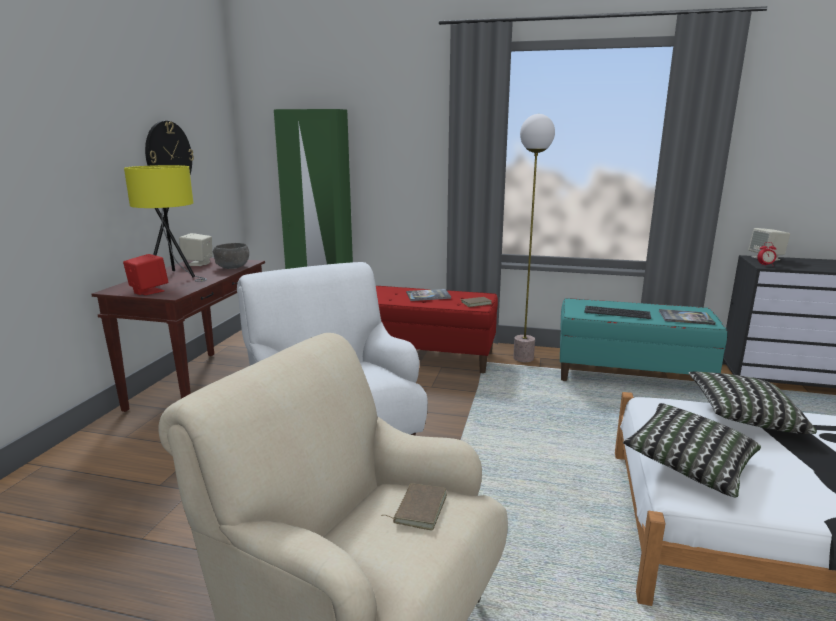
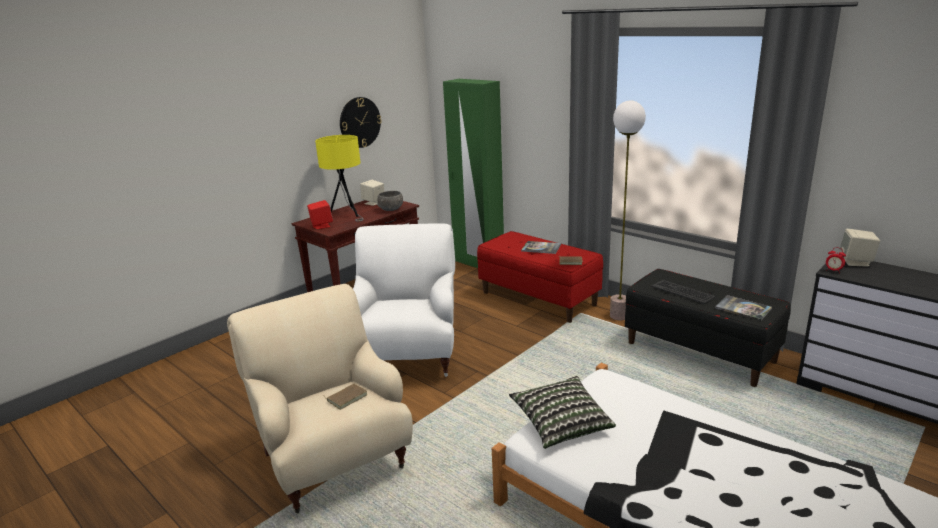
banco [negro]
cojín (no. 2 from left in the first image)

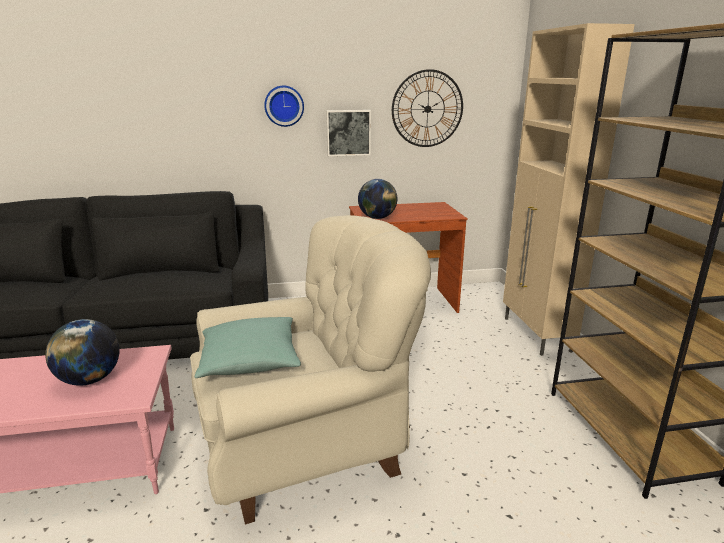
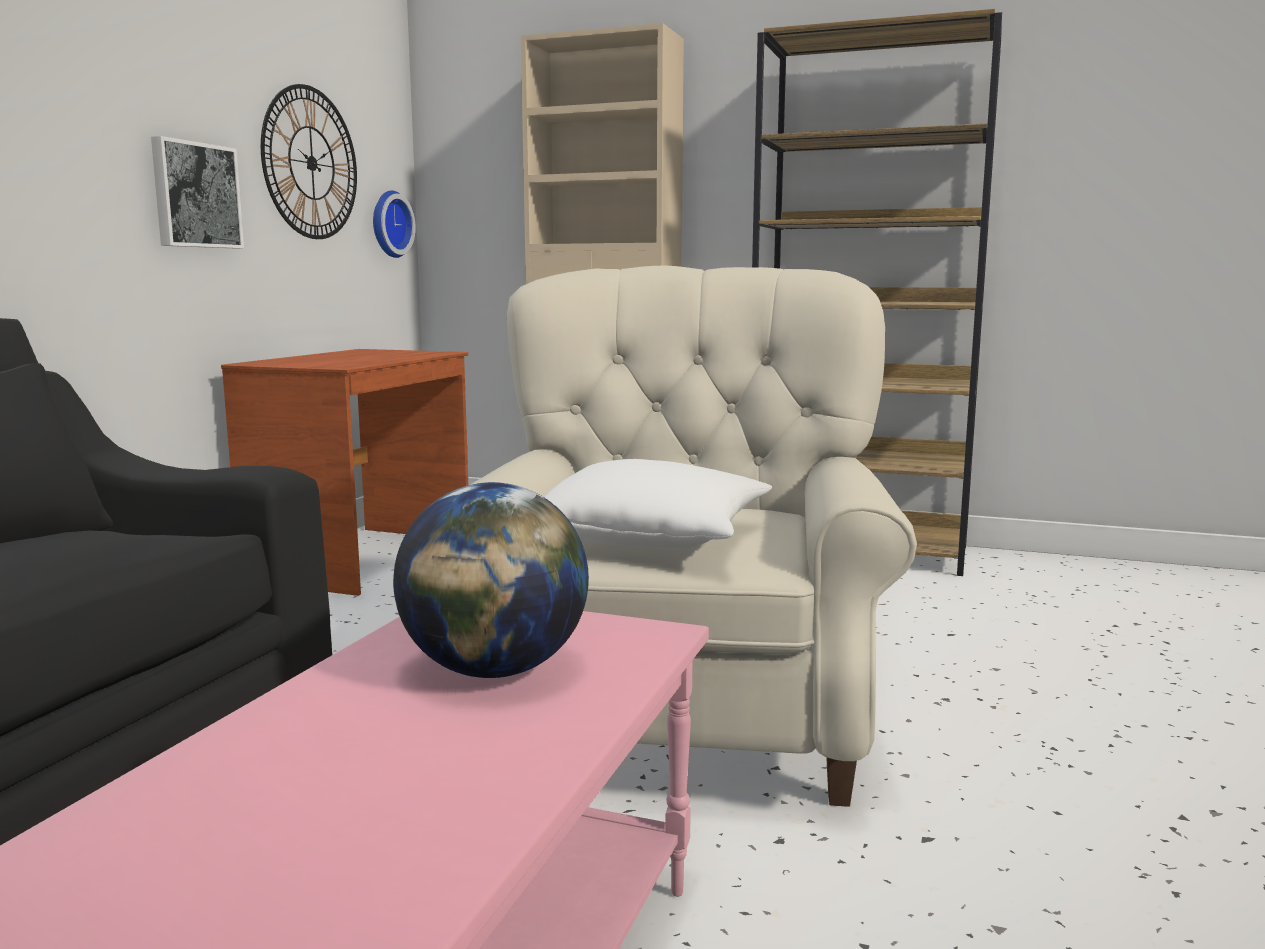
reloj de pared (no. 2 from left)
globo terráqueo (no. 2 from left in the first image)
cojín [blanco]

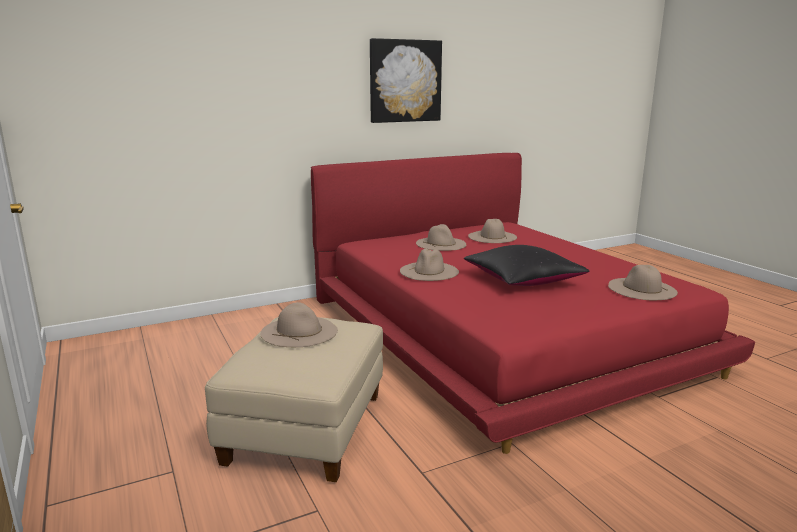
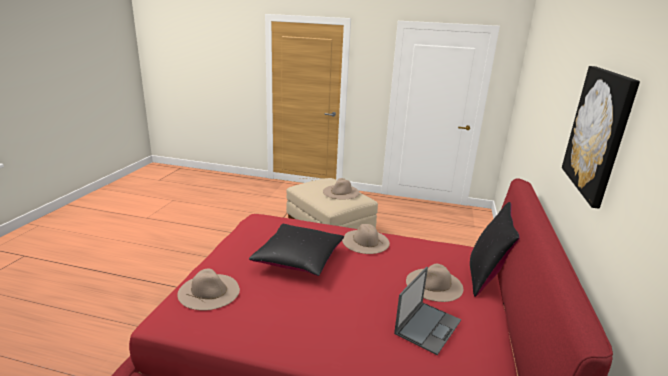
portátil
cojín [negro] (no. 2 from left)

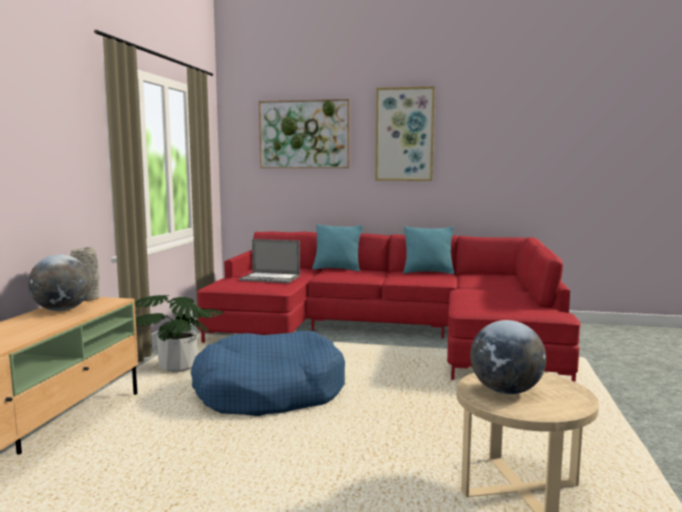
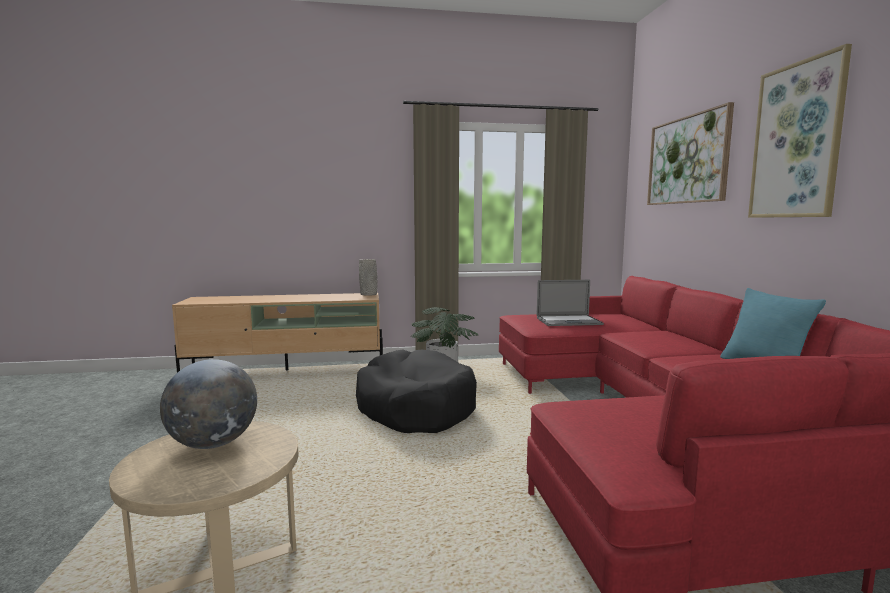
cojín [turquesa] (no. 1 from left in the first image)
portátil
globo terráqueo (no. 1 from left in the first image)
cama para perro [negro]

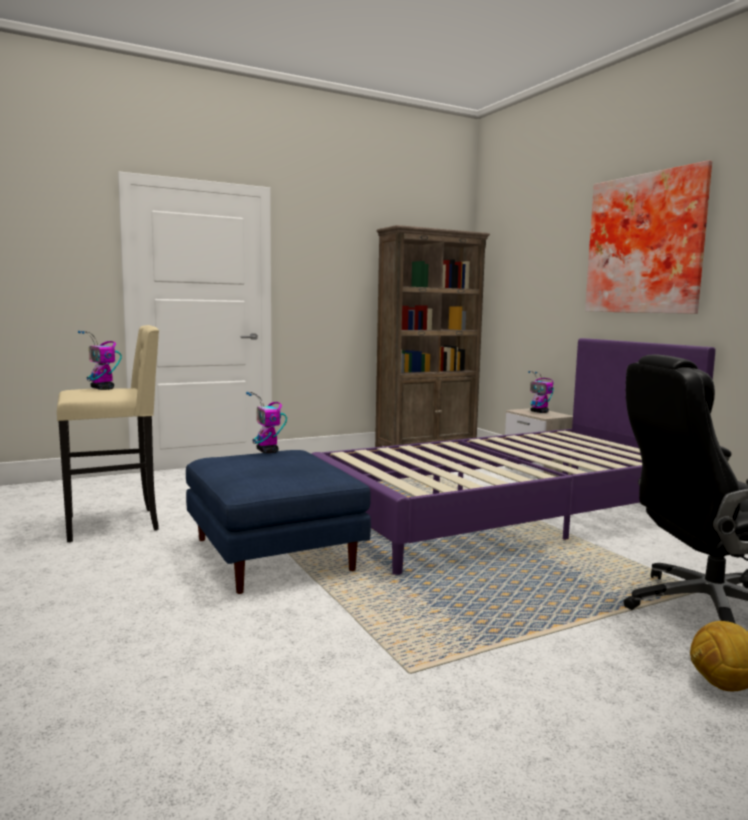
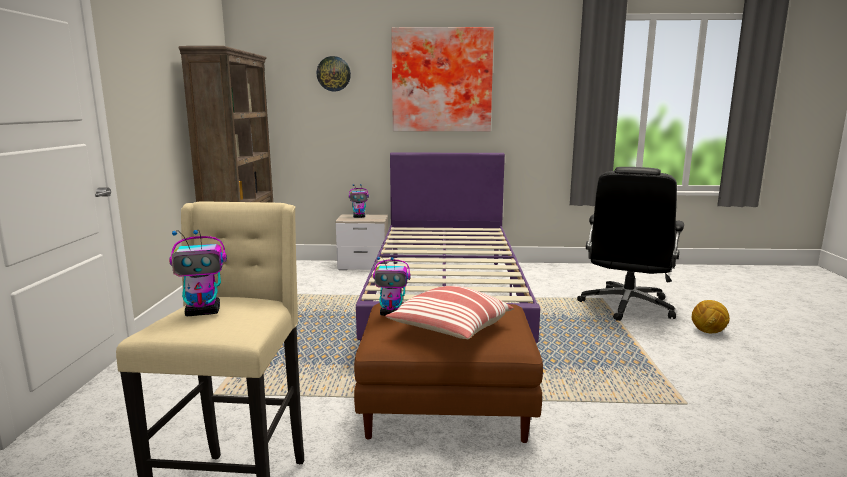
puf [marrón]
reloj de pared
cojín

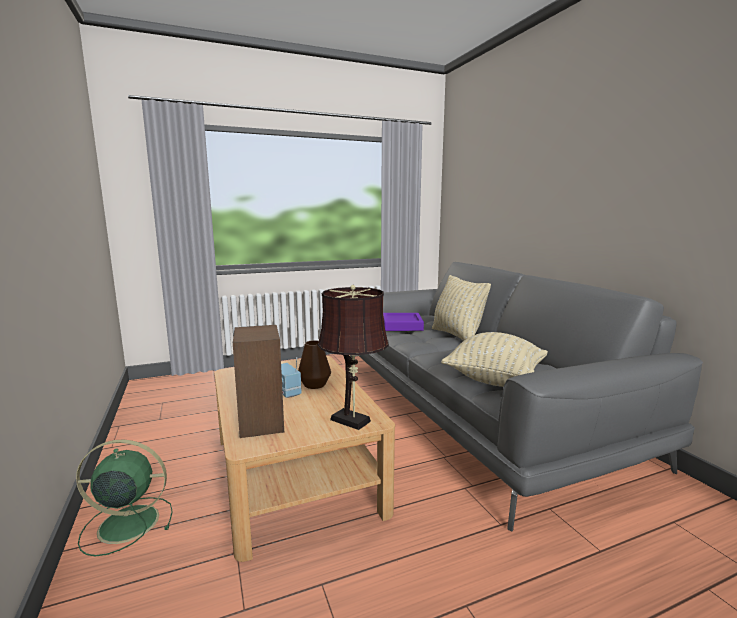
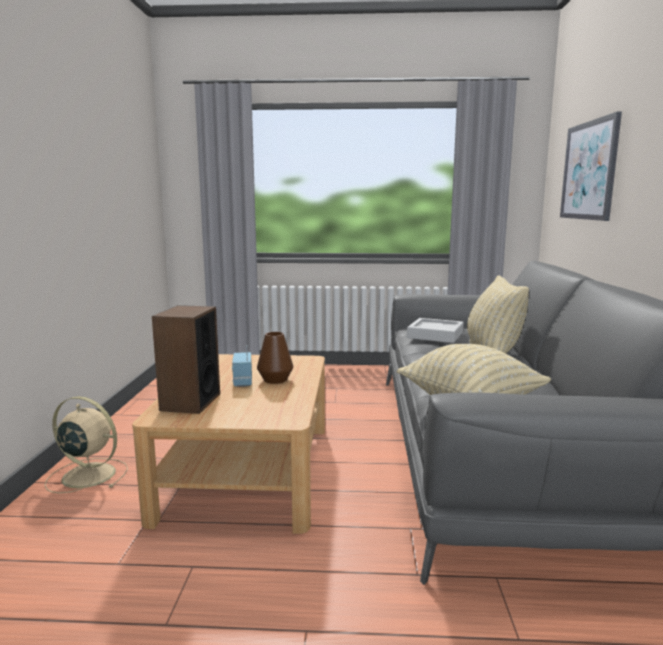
lámpara de mesa [marrón]
bandeja [gris]
ventilador [beis]
cuadro

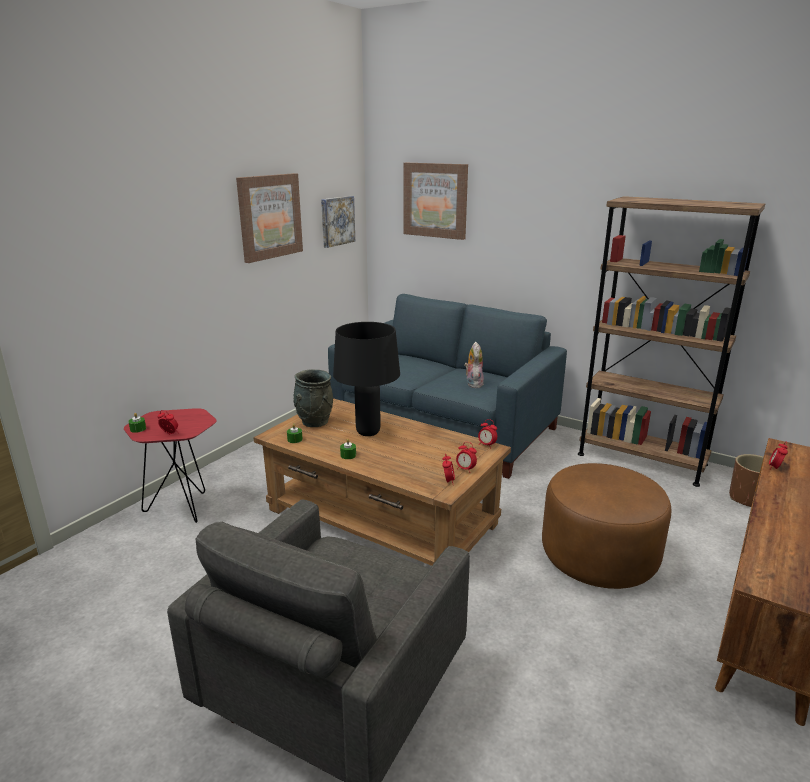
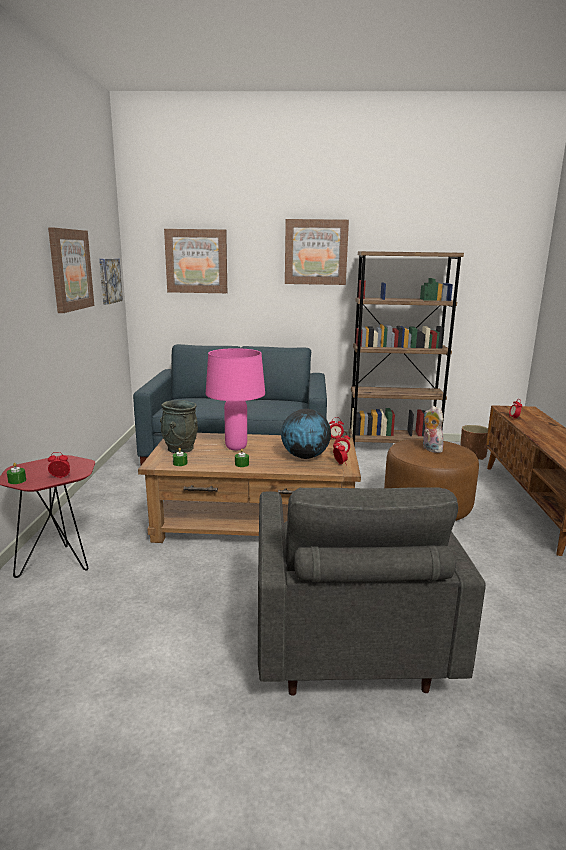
lámpara de mesa [rosa]
peluche
cuadro (no. 4 from left)
globo terráqueo

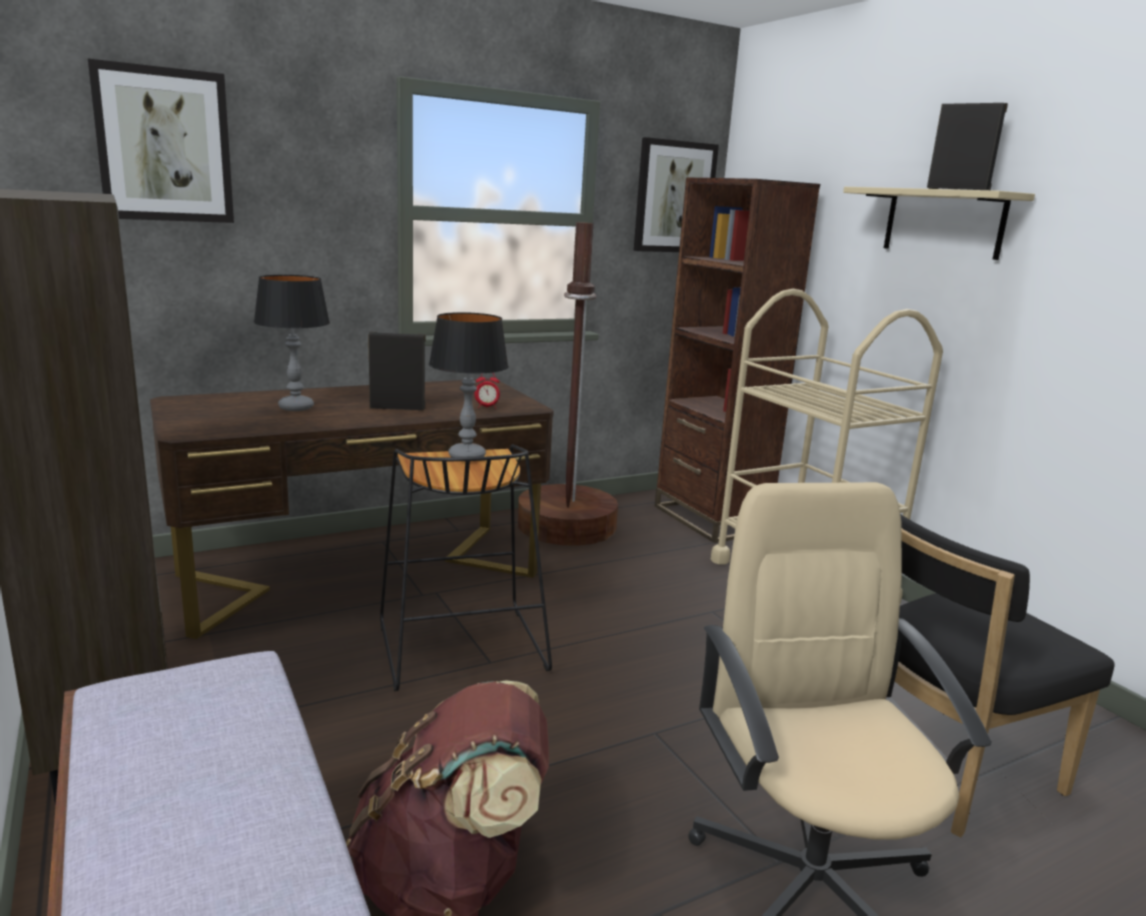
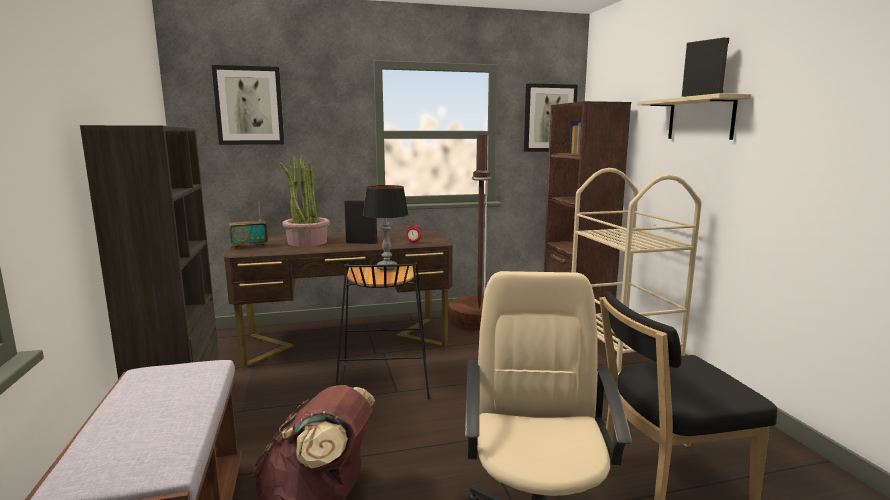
planta en maceta
radio

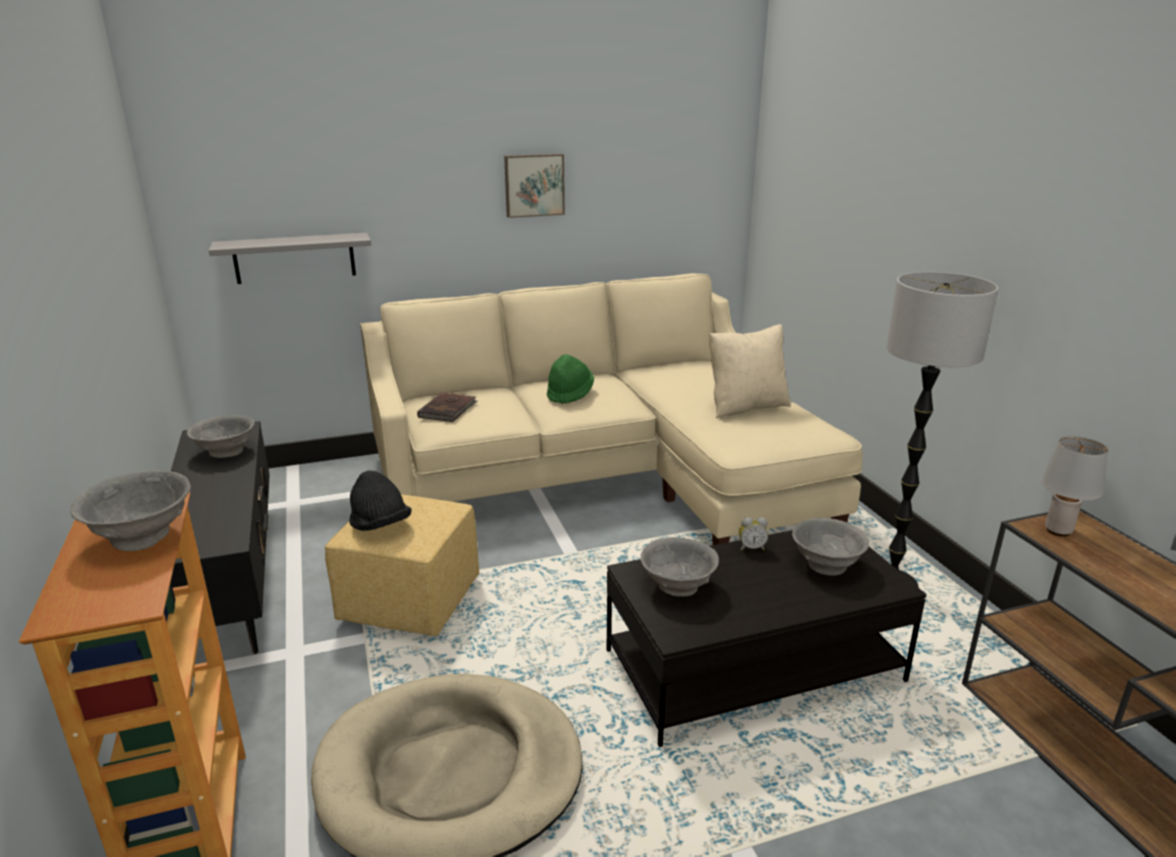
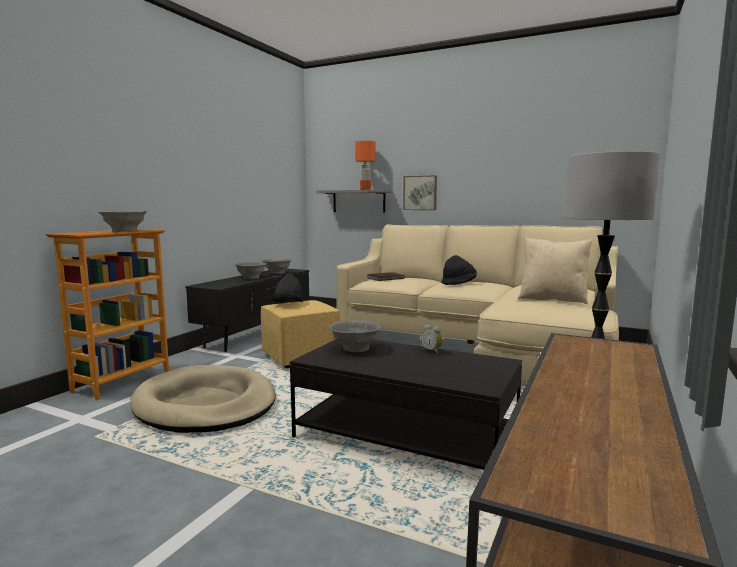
cuadro
sombrero [negro] (no. 2 from left)
lámpara de mesa [gris]
cuenco [gris] (no. 2 from left)
lámpara de mesa [naranja]

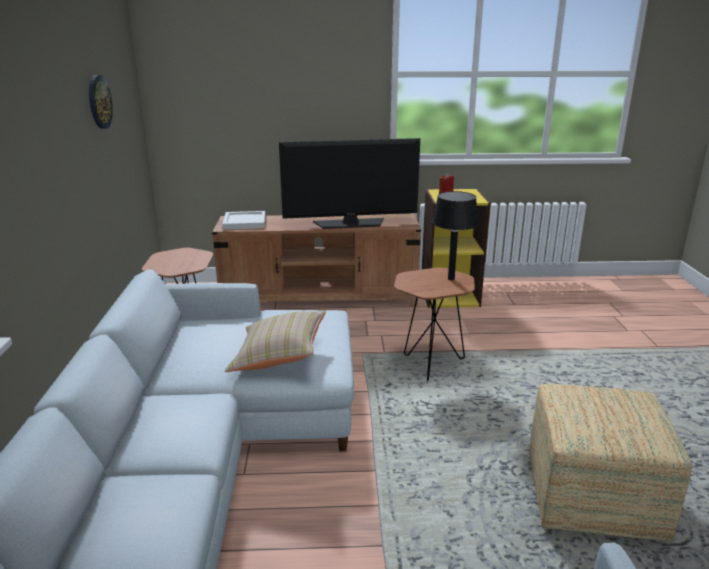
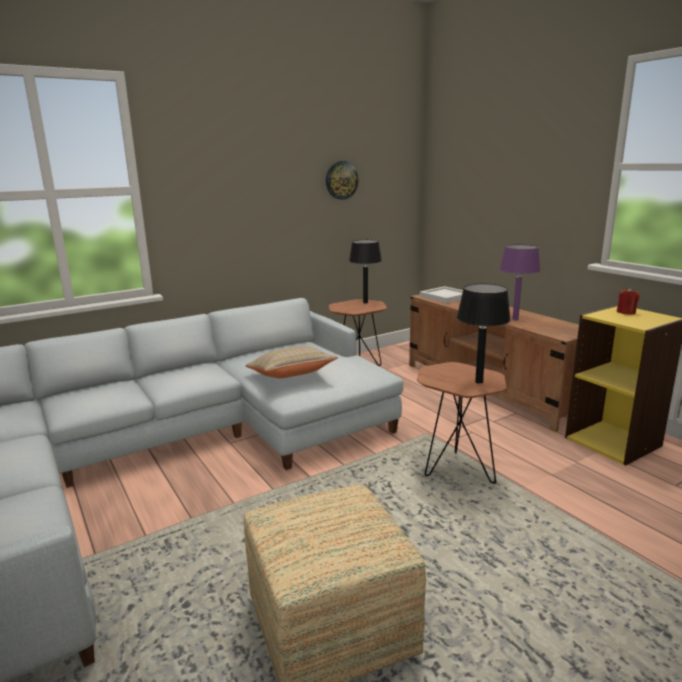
lámpara de mesa [morado]
lámpara de mesa [negro] (no. 1 from left)

